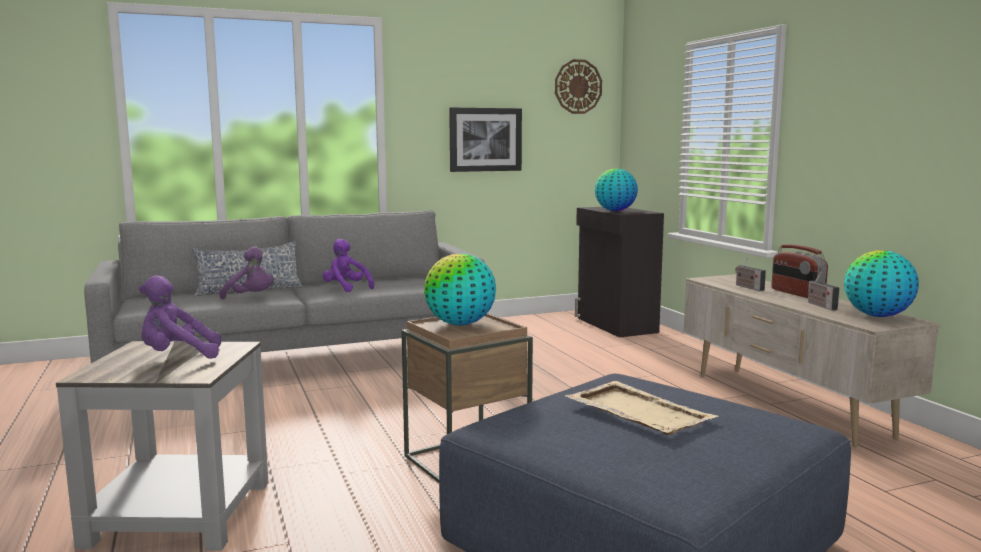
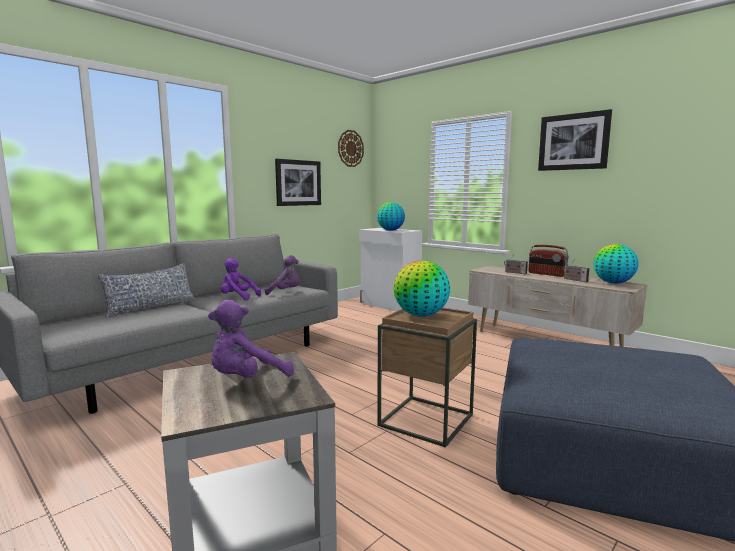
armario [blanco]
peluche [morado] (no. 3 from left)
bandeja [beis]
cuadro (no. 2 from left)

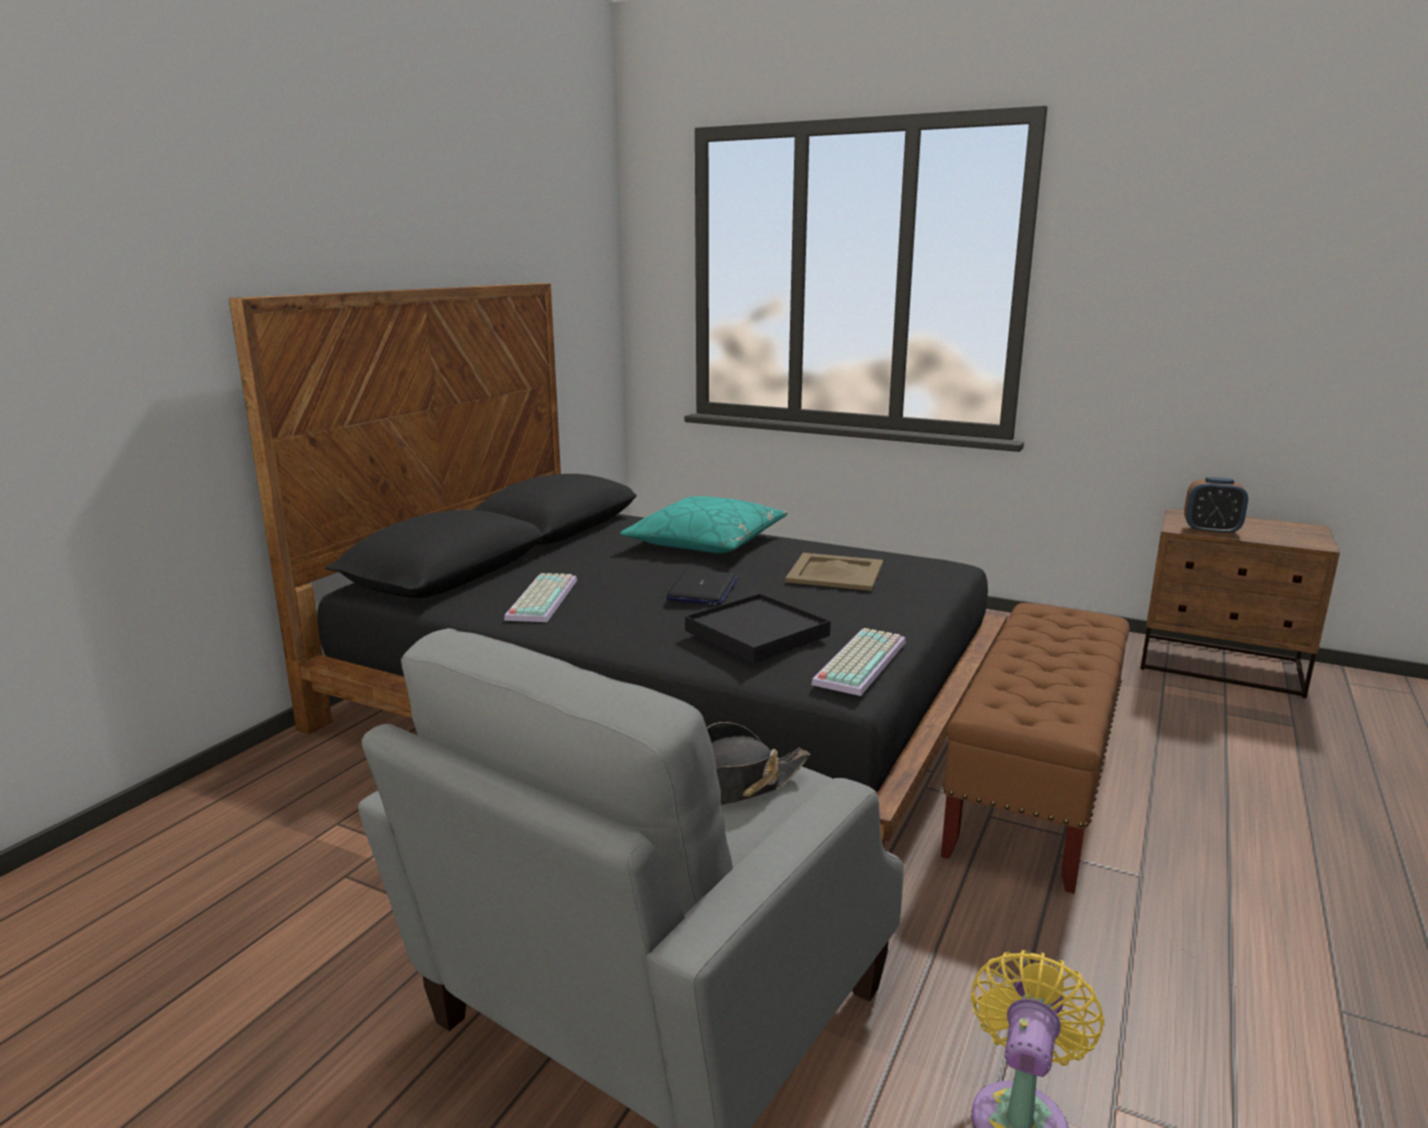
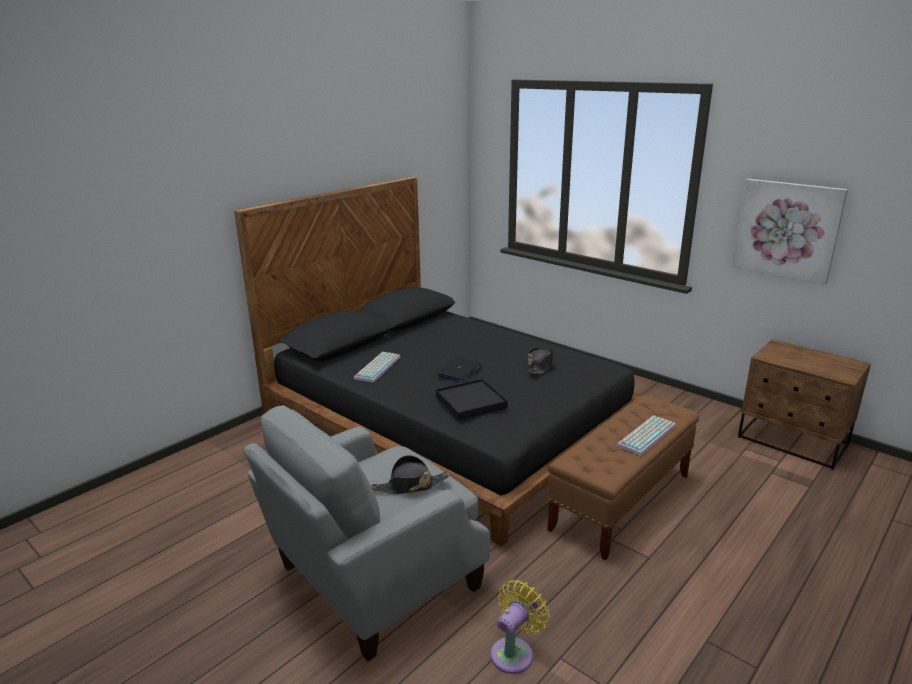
despertador
cojín [turquesa]
sombrero [negro] (no. 2 from left)
teclado (no. 2 from left)
cuadro

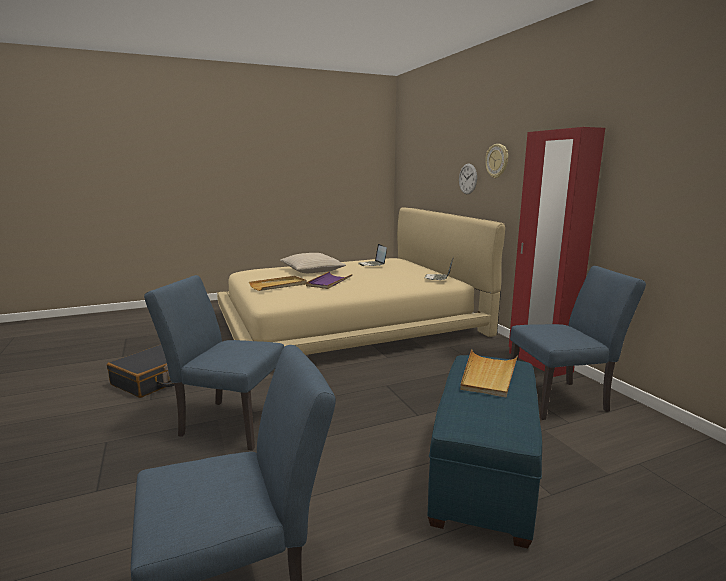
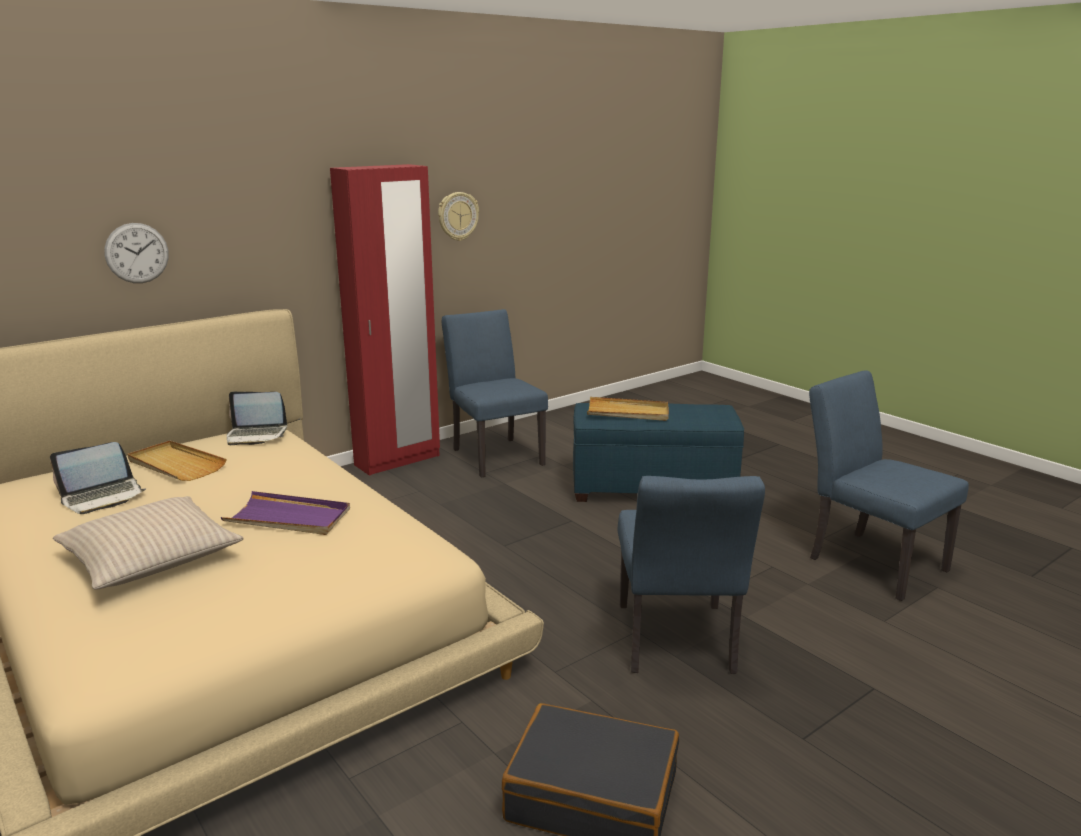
reloj de pared (no. 2 from left)
bandeja [beis] (no. 1 from left)

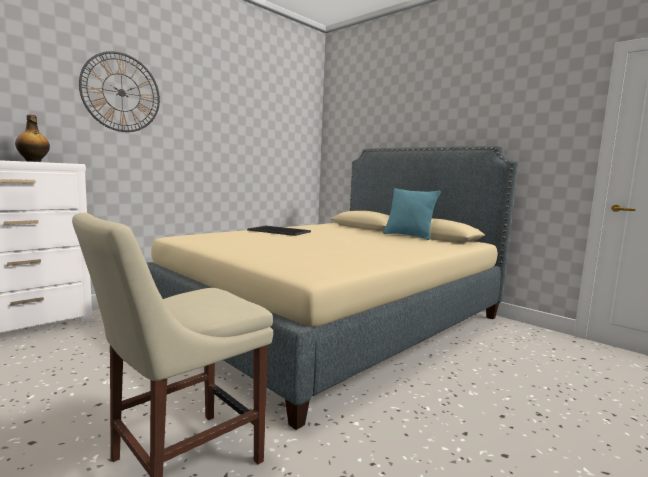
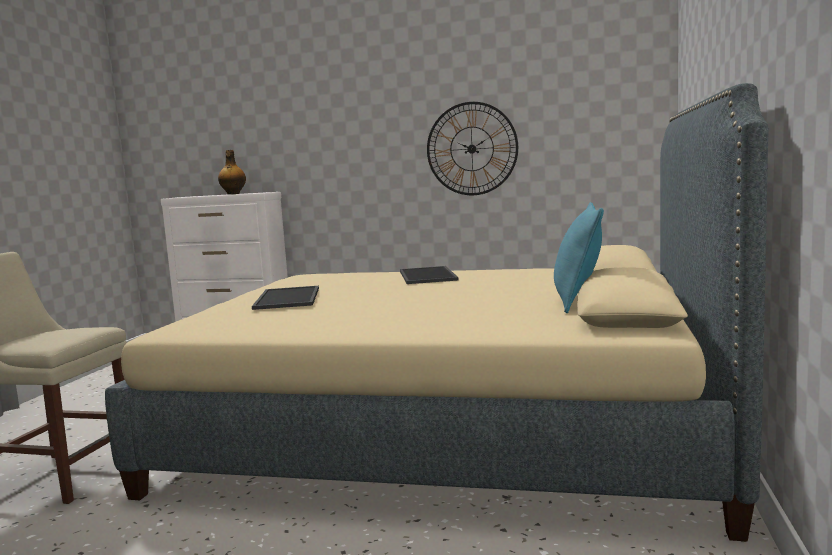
reloj de pared
bandeja (no. 1 from left)

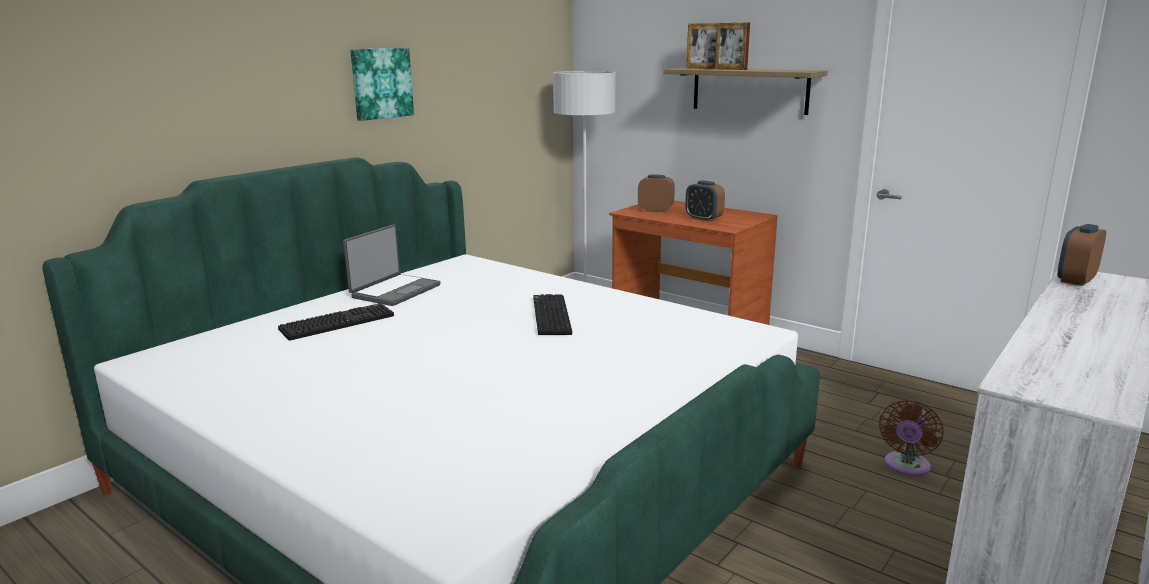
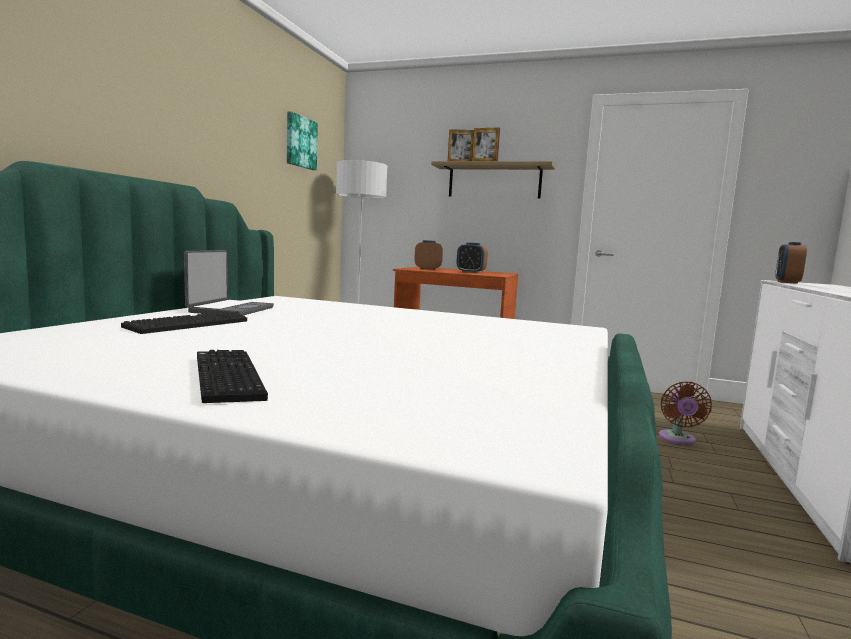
cuadro
teclado (no. 2 from left)

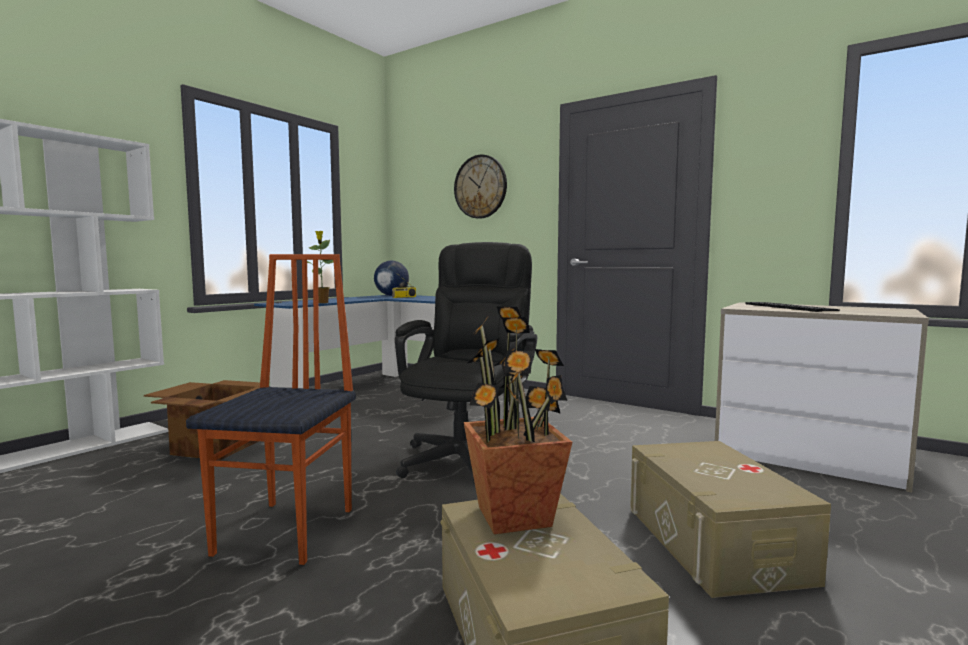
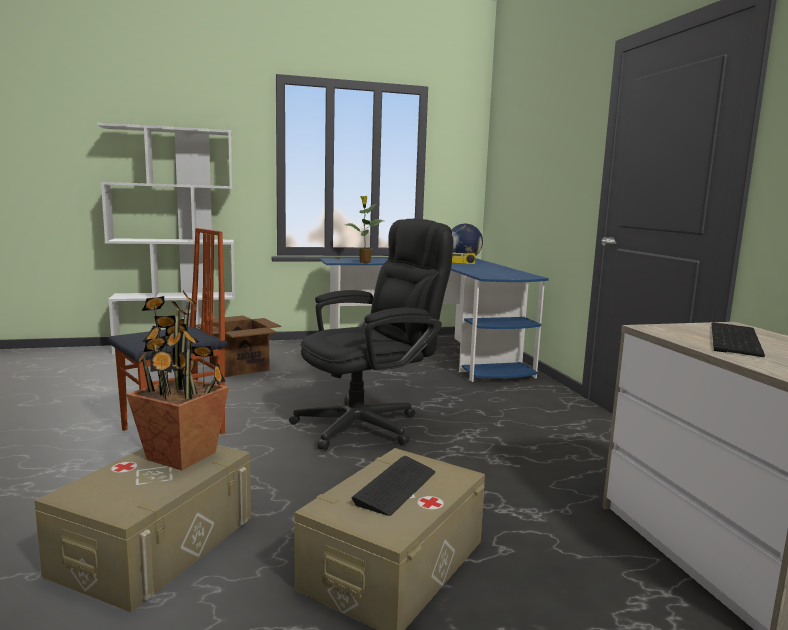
reloj de pared
teclado (no. 1 from left)

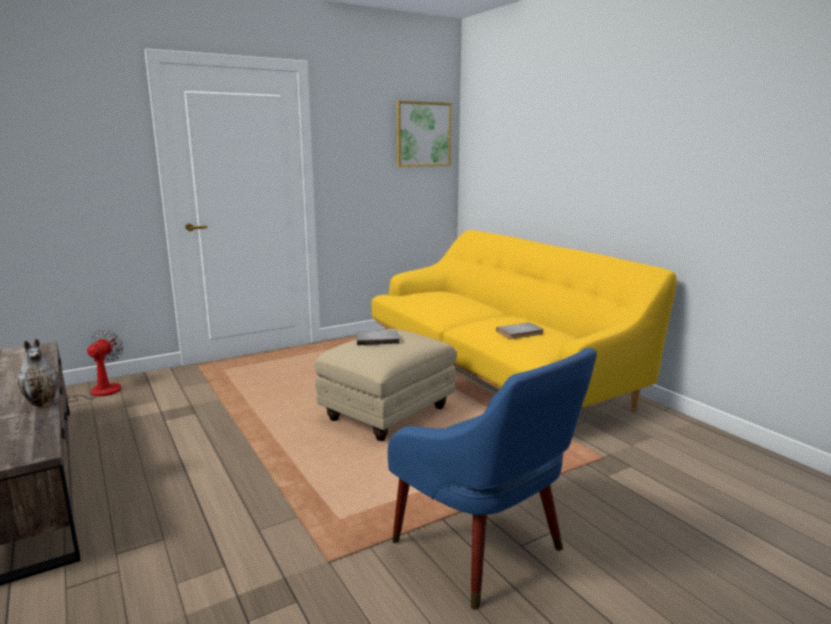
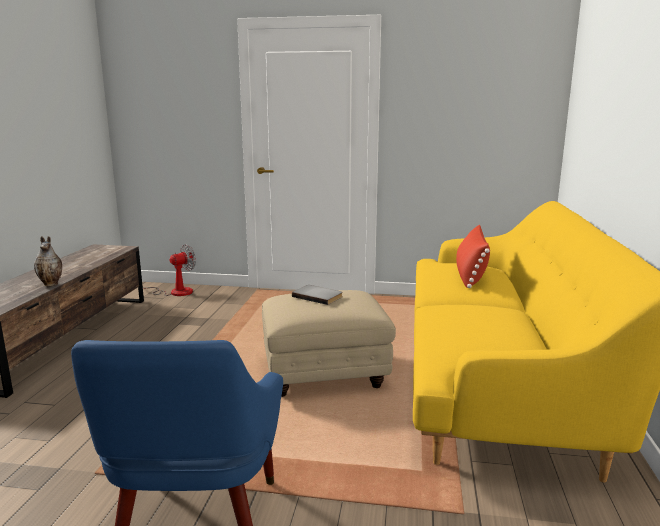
cuadro
libro [gris] (no. 2 from left in the first image)
cojín [rojo]

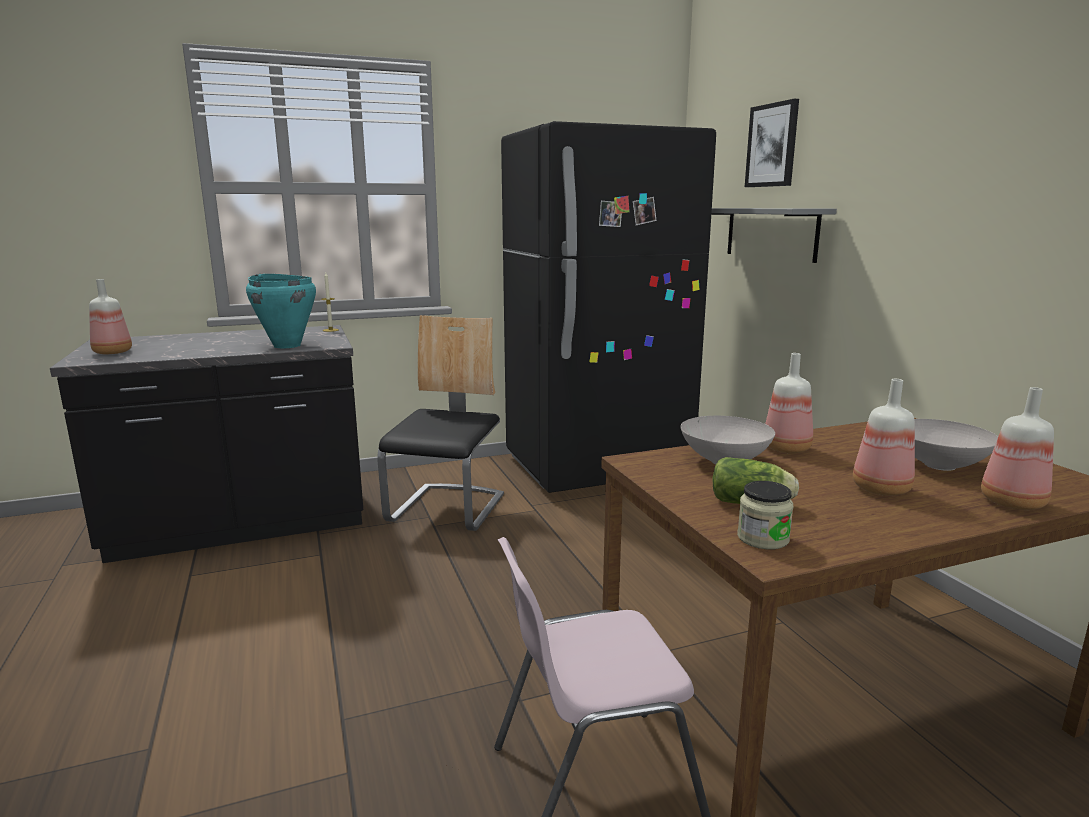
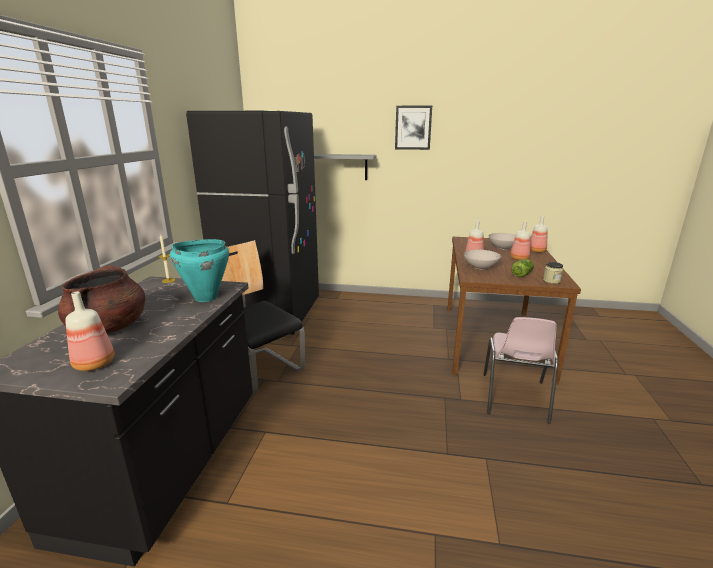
cuadro
olla [marrón]

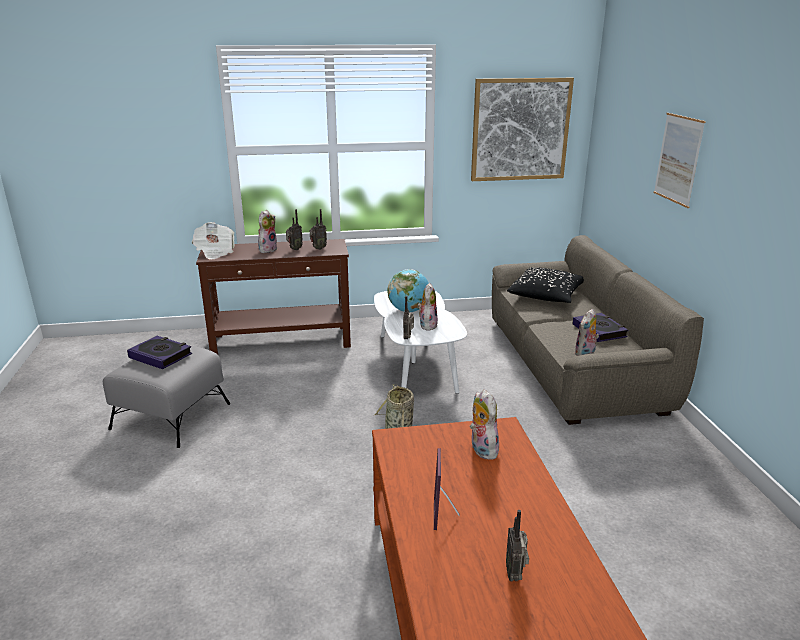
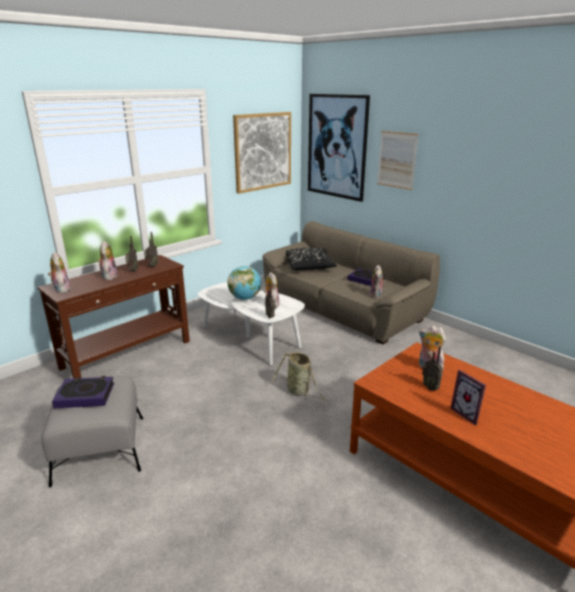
peluche (no. 1 from left)
radio (no. 4 from left)
cuadro (no. 2 from left)

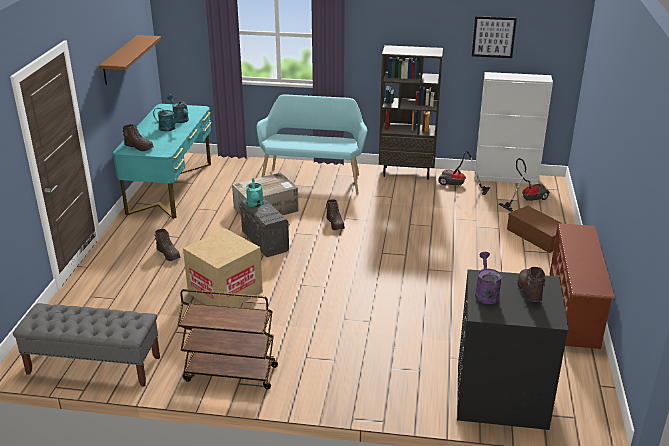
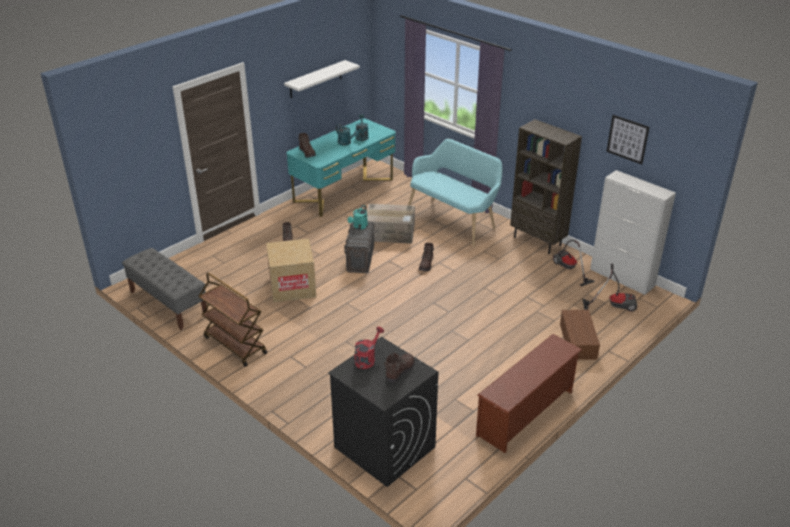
estante [blanco]
regadera [rojo]

